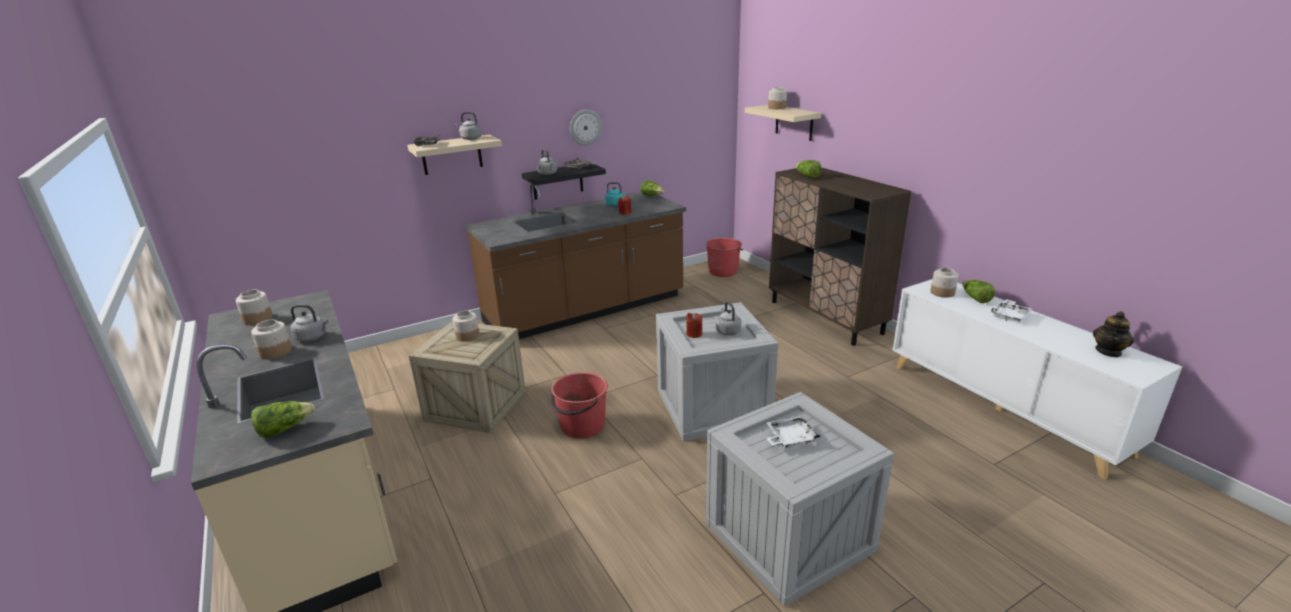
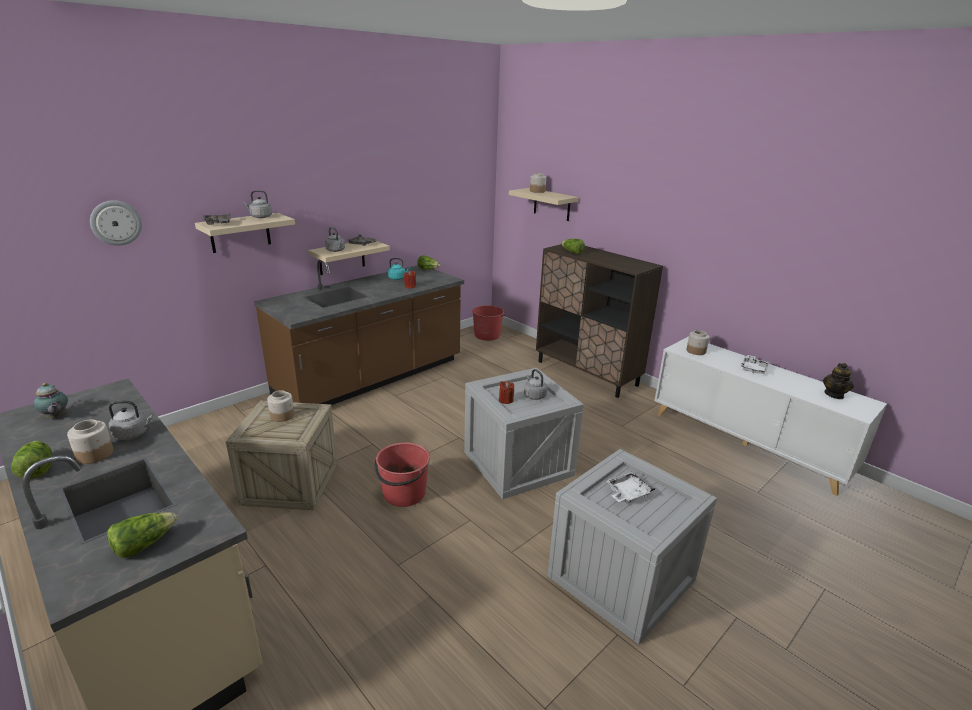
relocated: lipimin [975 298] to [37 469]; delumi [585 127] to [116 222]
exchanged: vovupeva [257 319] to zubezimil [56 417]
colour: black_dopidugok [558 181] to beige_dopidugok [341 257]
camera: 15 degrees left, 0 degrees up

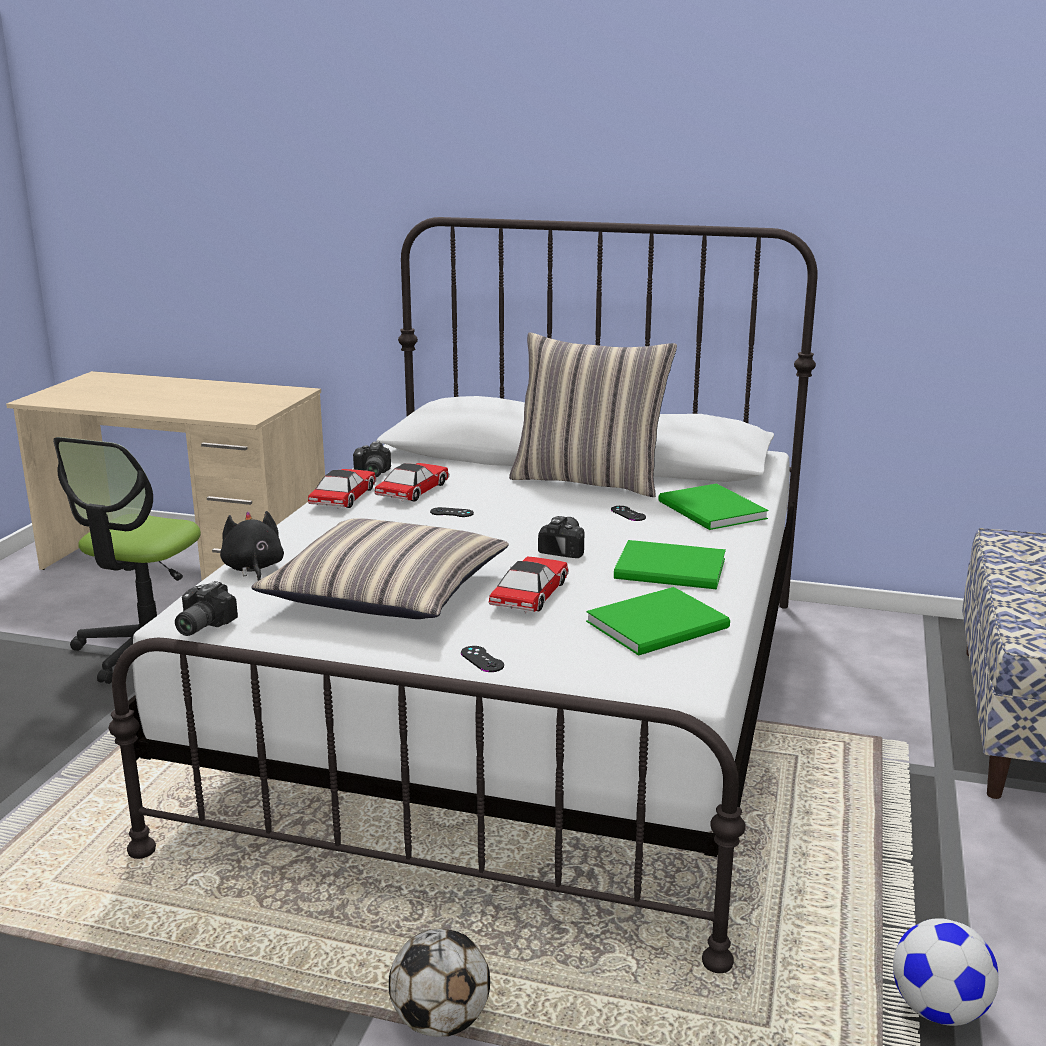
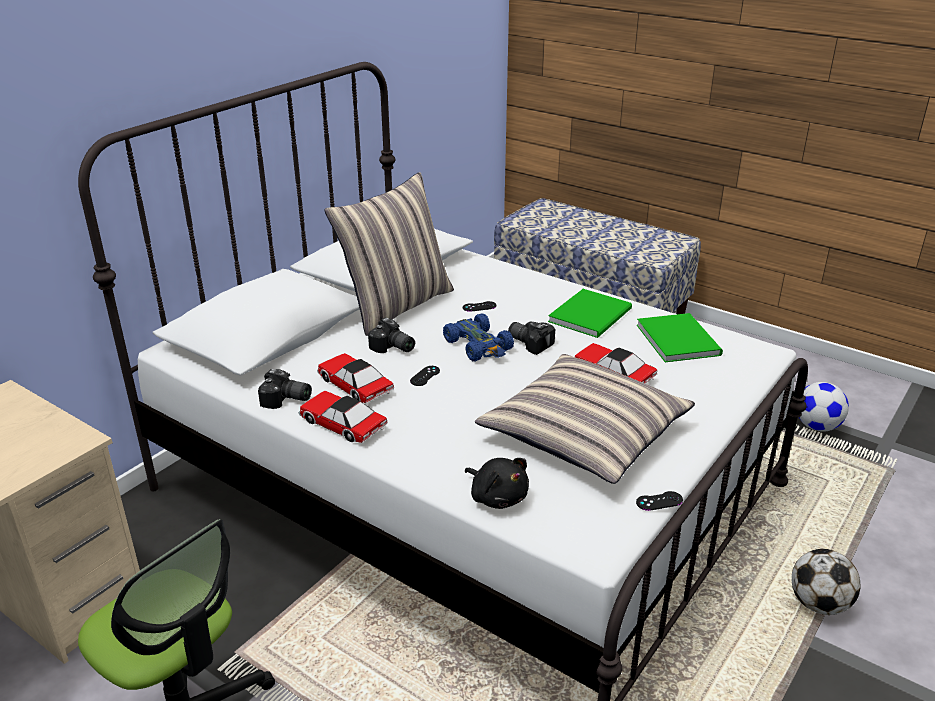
missing: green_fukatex [711 511]
appeared: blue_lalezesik [479 345]
relocated: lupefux [199 625] to [392 348]; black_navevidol [482 659] to [659 501]
spun: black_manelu [253 568] = [497 497] 135 degrees counterclockwise
camera: 70 degrees left, 10 degrees up

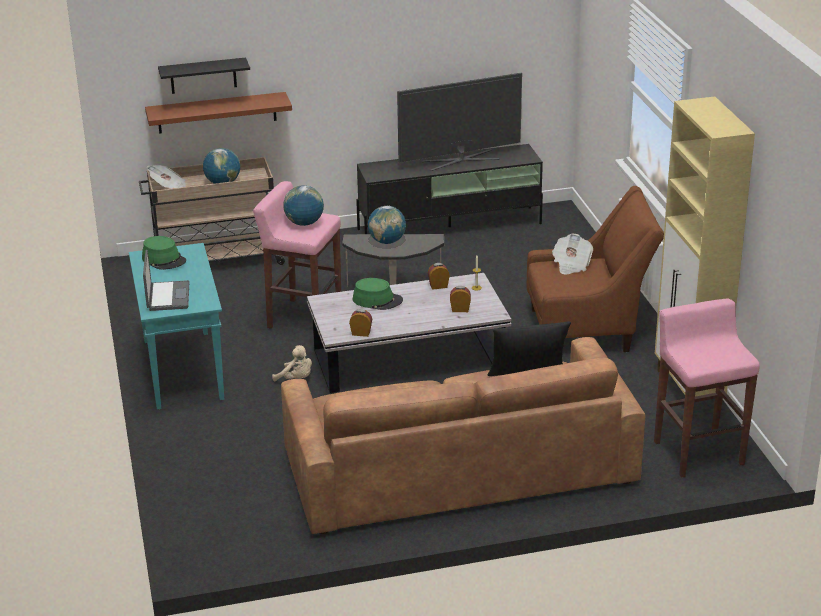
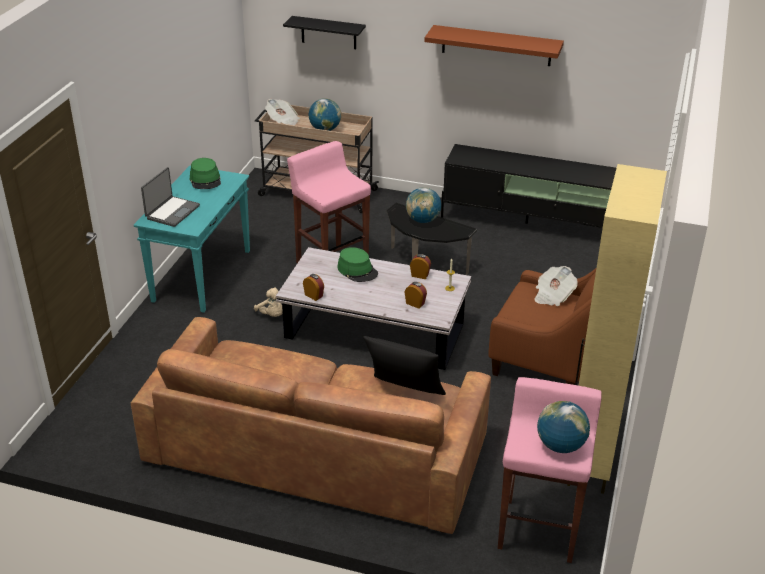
missing: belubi [460 160]
relocated: brown_dopidugok [217 112] to [496 45]; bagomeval [304 223] to [560 446]
camera: 30 degrees right, 5 degrees up

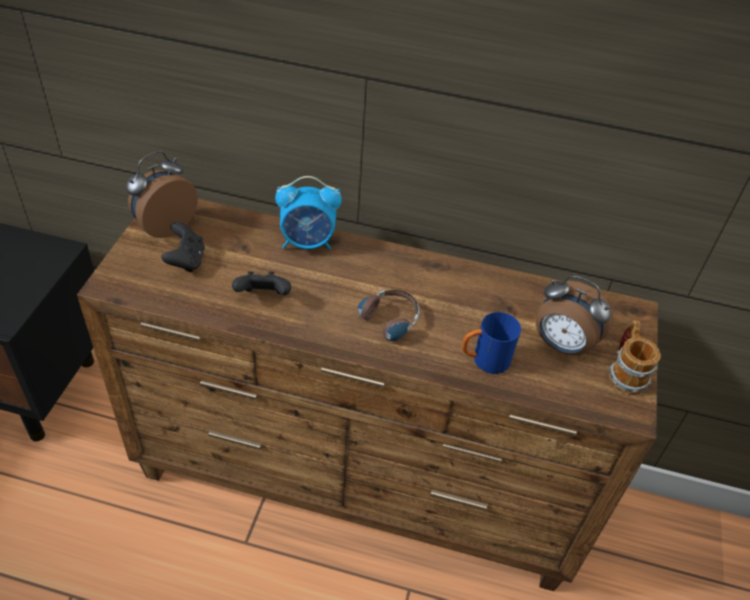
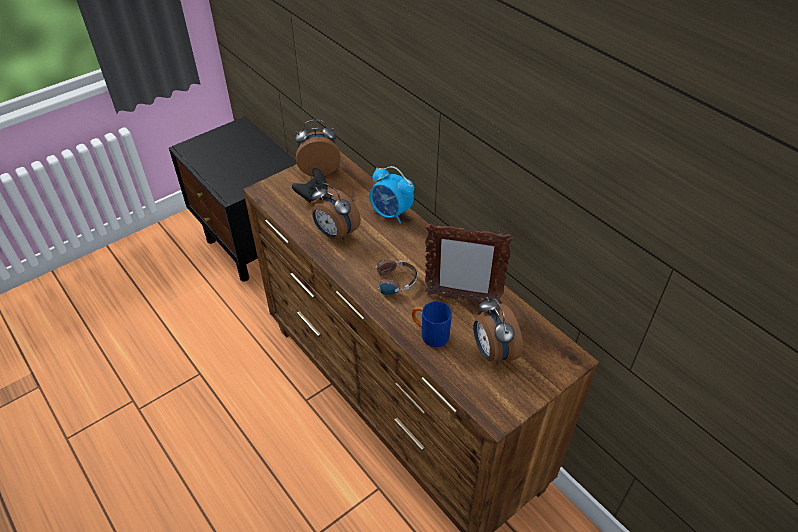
missing: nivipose [625 373]
appeared: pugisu [462 299]
exchanged: black_navevidol [263 297] to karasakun [335 234]
camera: 40 degrees right, 0 degrees up

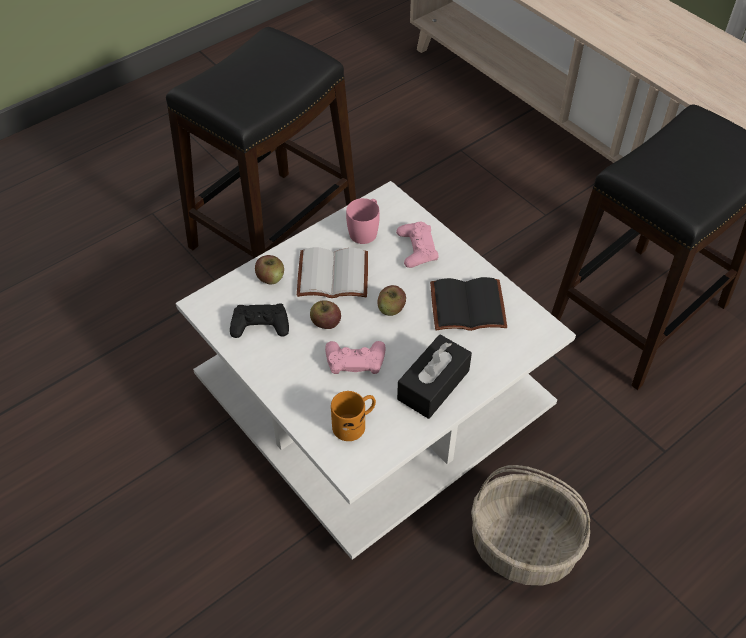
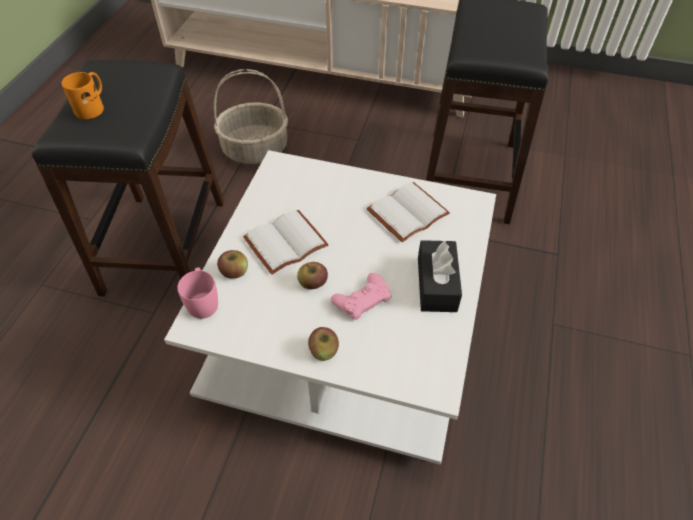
missing: black_navevidol [260 325]; pink_navevidol [417 248]
relocated: orange_nivipose [354 423] to [93 106]; pink_nivipose [365 230] to [203 301]; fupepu [524 545] to [256 149]; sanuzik [391 309] to [323 351]
colour: black_fukatex [468 304] to white_fukatex [407 211]
camera: 35 degrees left, 0 degrees up

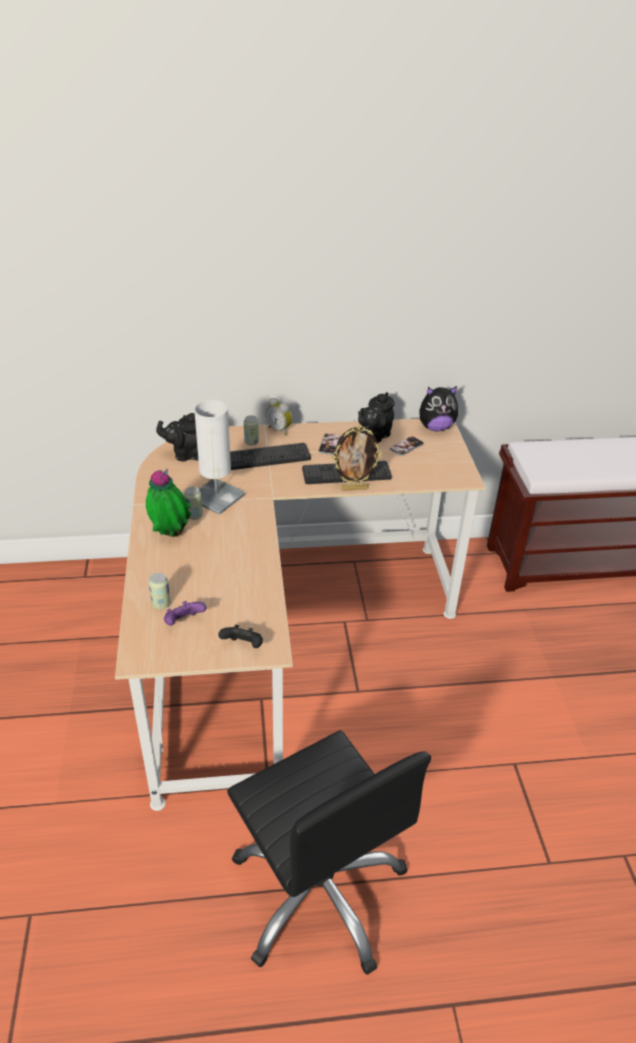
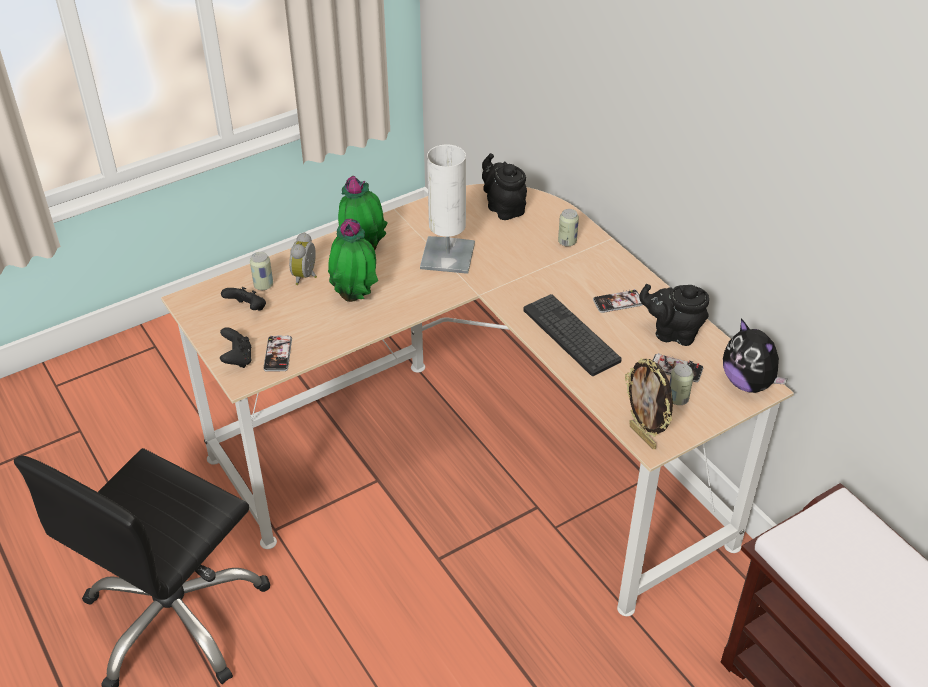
missing: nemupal [267 457]
appeared: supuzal [278 354]; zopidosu [355 296]
relocated: karasakun [280 430] to [307 276]; pugisu [354 488] to [643 436]; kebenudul [194 516] to [677 399]
colour: purple_navevidol [184 622] to black_navevidol [247 309]
camera: 65 degrees right, 5 degrees up

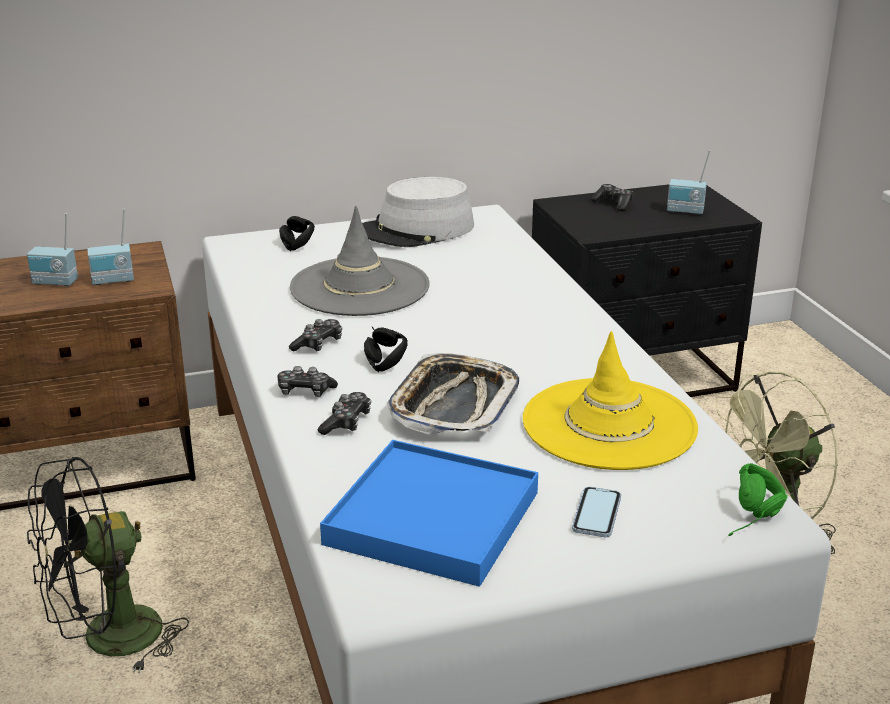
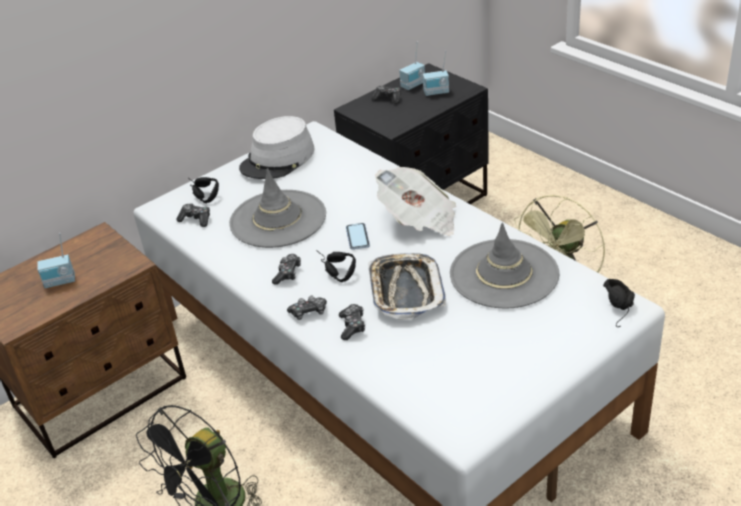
missing: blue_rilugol [432 518]
appeared: navevidol [196 219]; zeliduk [419 220]
relocated: supuzal [596 514] to [357 237]; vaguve [113 281] to [413 85]
colour: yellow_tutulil [609 424] to grey_tutulil [504 274]; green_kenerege [757 520] to black_kenerege [622 310]
camera: 20 degrees left, 10 degrees up

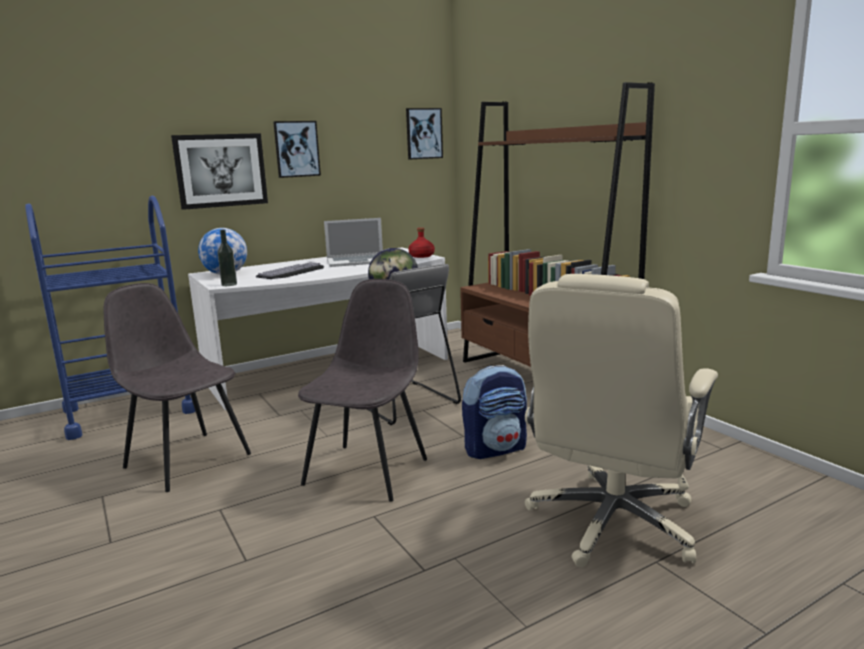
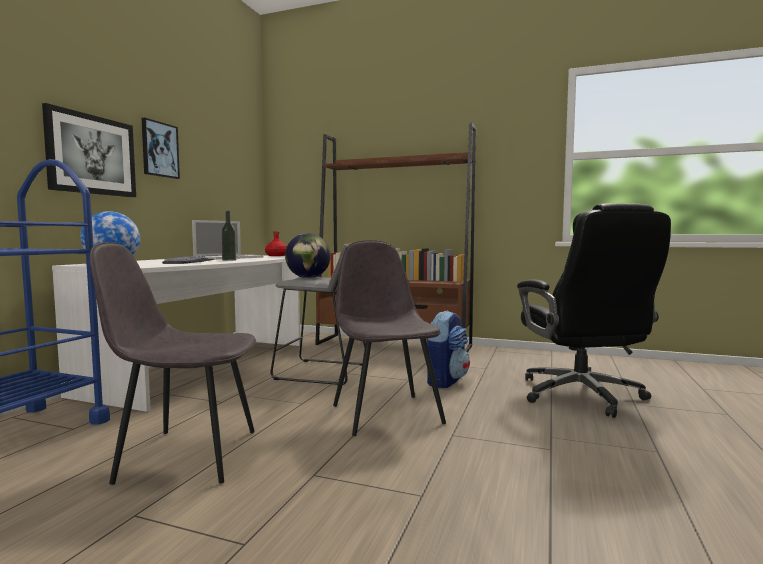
missing: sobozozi [423 133]
relocated: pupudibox [229 284] to [229 260]
colour: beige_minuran [612 523] to black_minuran [582 396]
camera: 40 degrees left, 10 degrees down

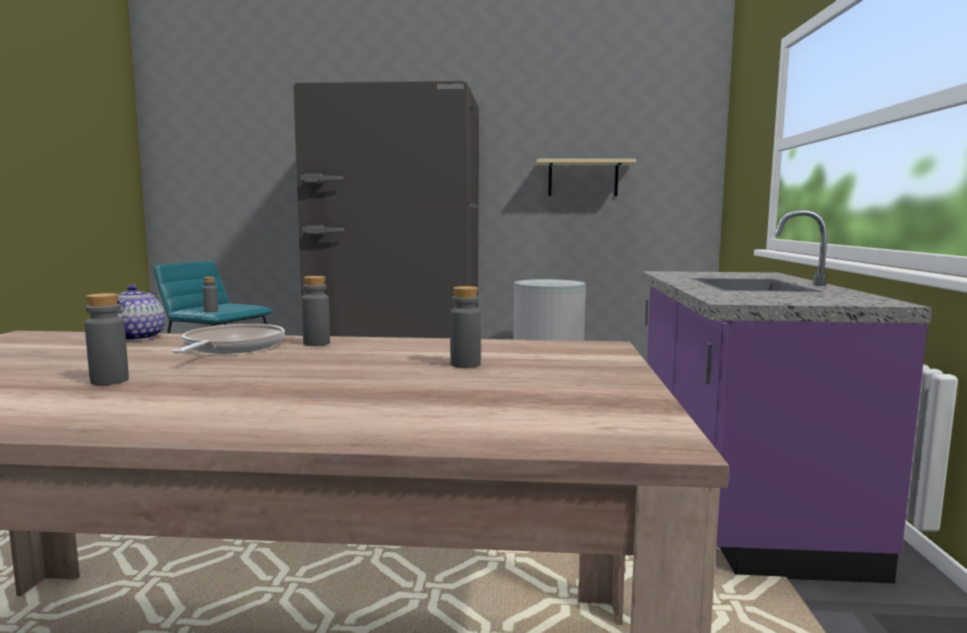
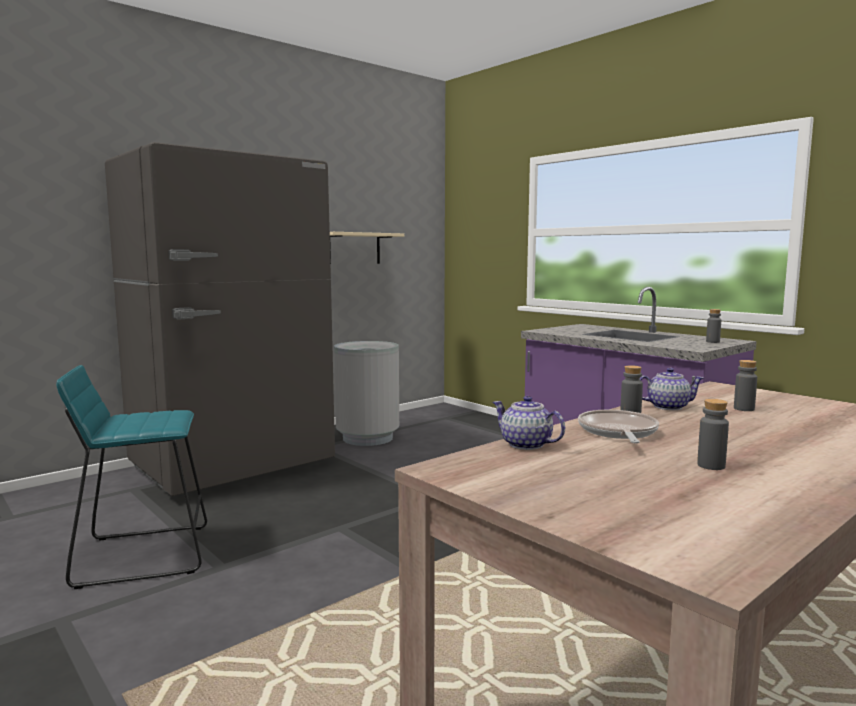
appeared: zubezimil [667 407]
relocated: grey_pupudibox [211 311] to [712 342]
spun: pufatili [231 348] = [618 432] 45 degrees clockwise
camera: 45 degrees left, 0 degrees up

